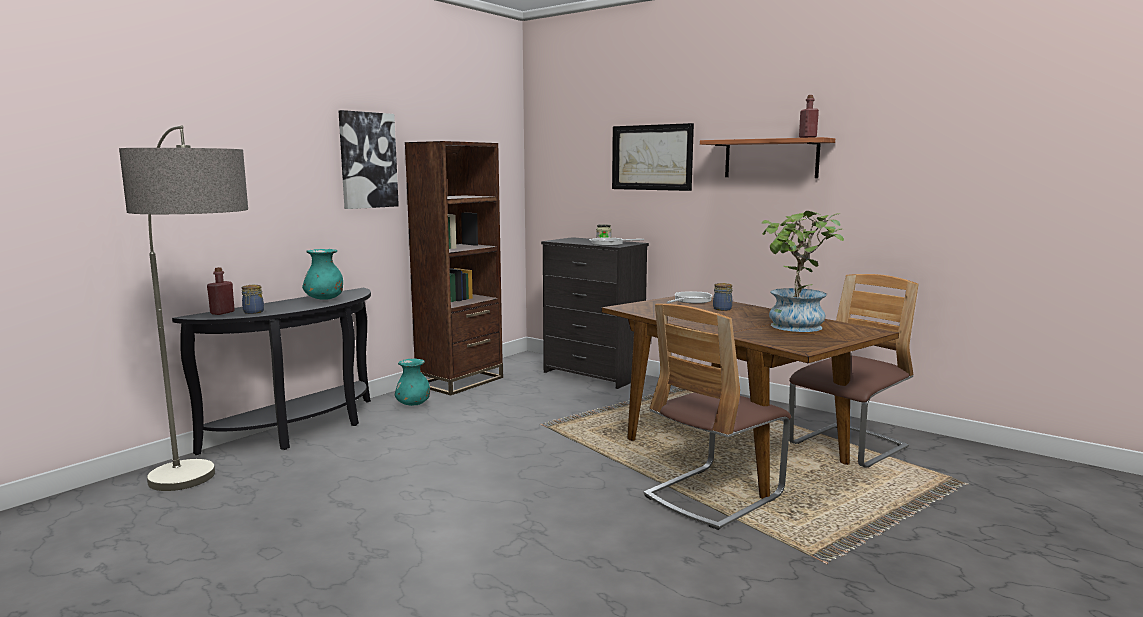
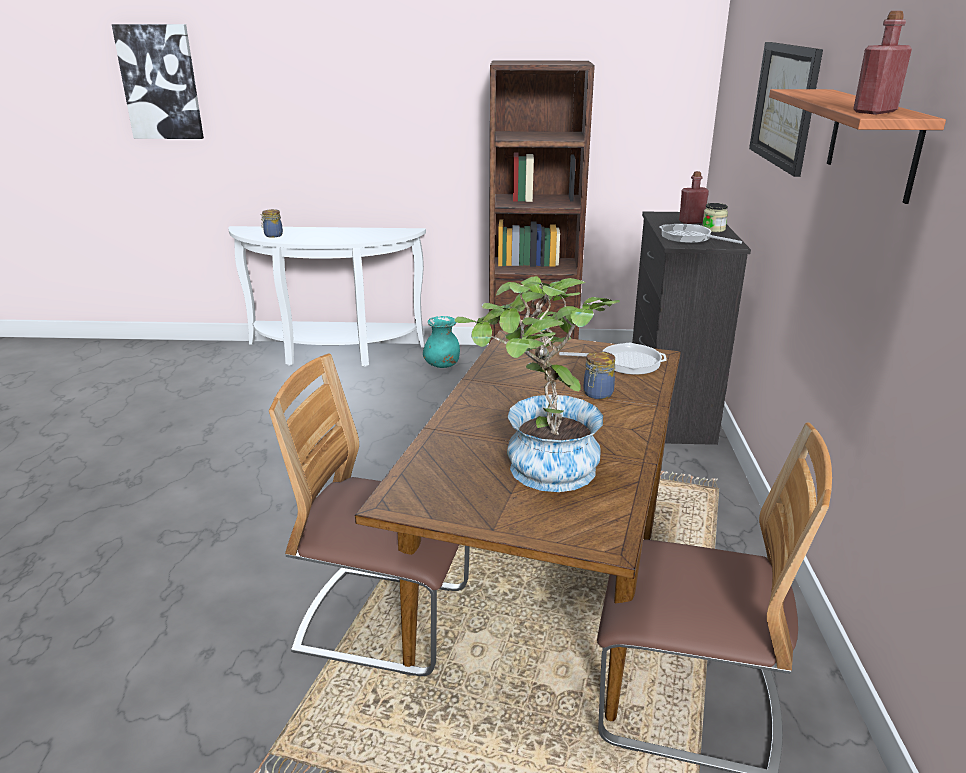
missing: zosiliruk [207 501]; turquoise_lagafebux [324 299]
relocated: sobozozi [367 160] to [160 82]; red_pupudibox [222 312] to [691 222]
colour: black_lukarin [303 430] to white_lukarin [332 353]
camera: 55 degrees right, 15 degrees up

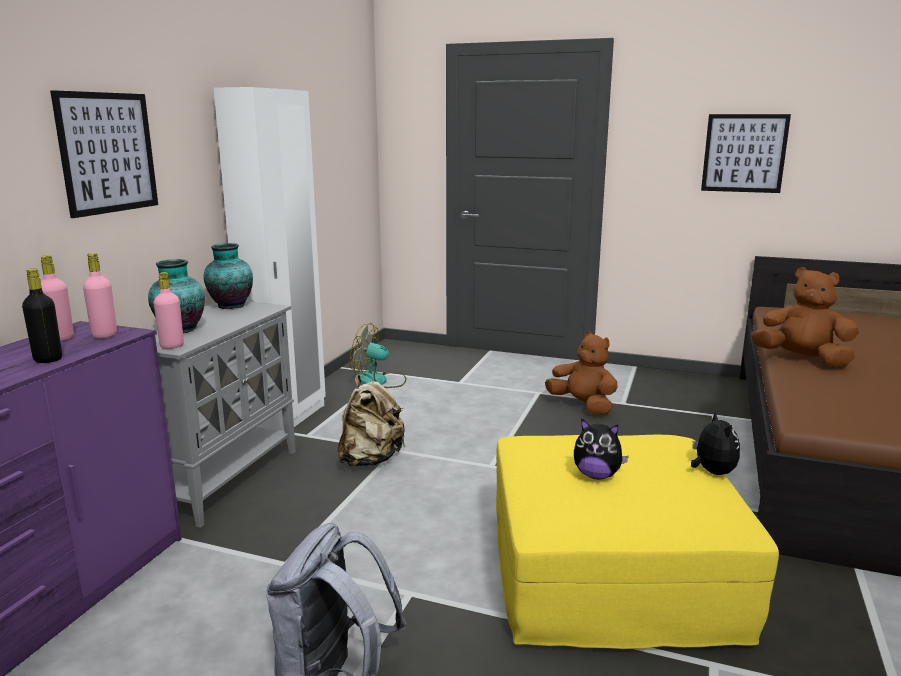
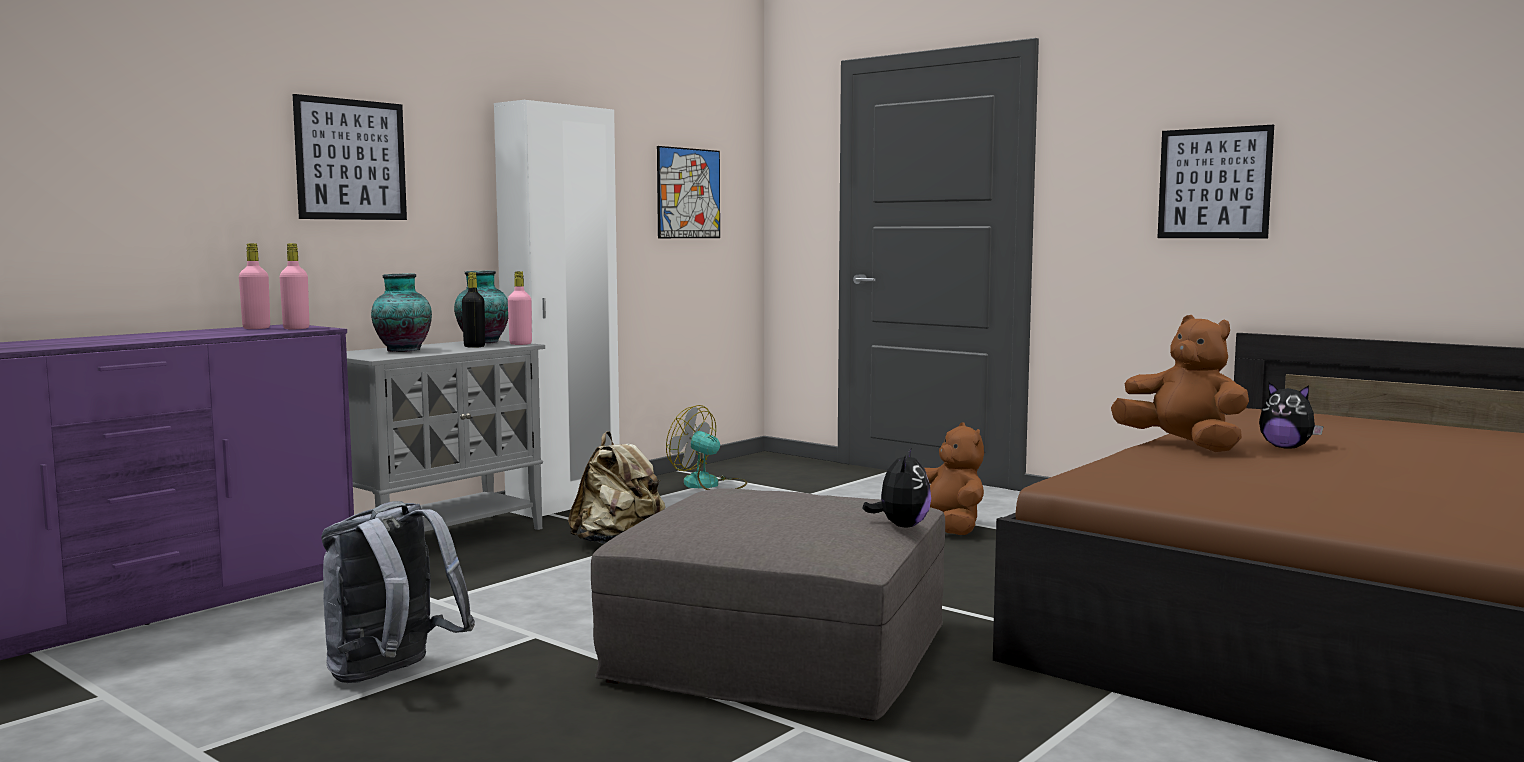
appeared: sobozozi [688 193]
relocated: black_pupudibox [48 359] to [474 346]; pink_pupudibox [172 346] to [520 344]; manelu [597 475] to [1286 448]
colour: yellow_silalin [609 573] to grey_silalin [777 652]
camera: 20 degrees right, 10 degrees down

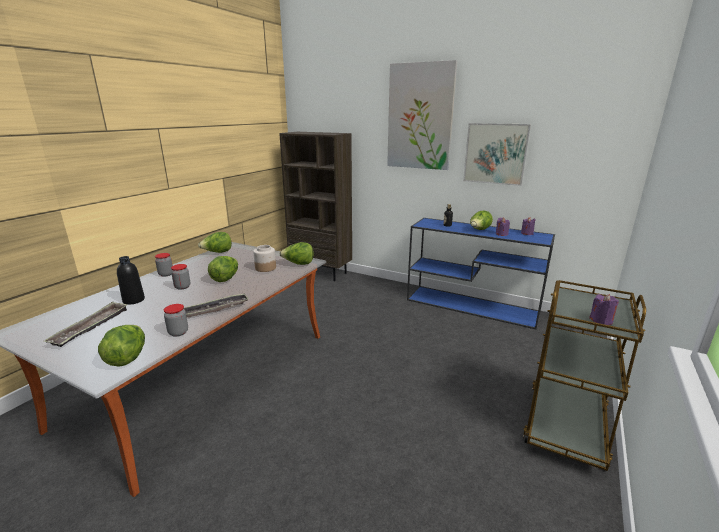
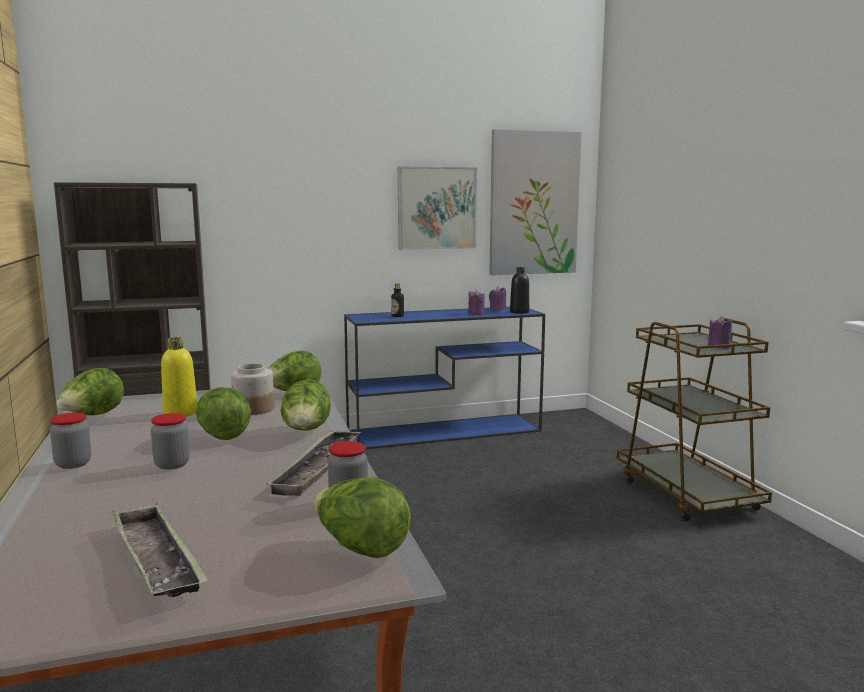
appeared: yellow_pupudibox [180 413]
relocated: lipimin [479 230] to [306 431]; sobozozi [420 117] to [534 203]; black_pupudibox [134 300] to [519 312]
camera: 45 degrees left, 10 degrees down

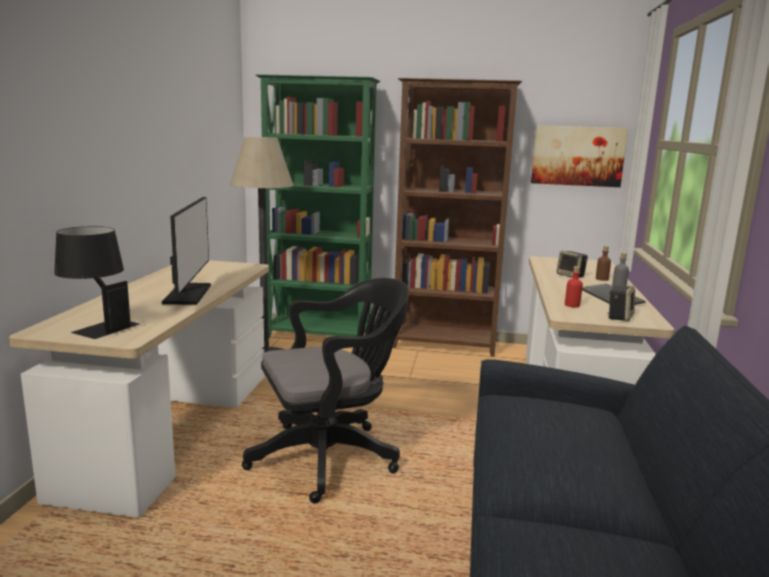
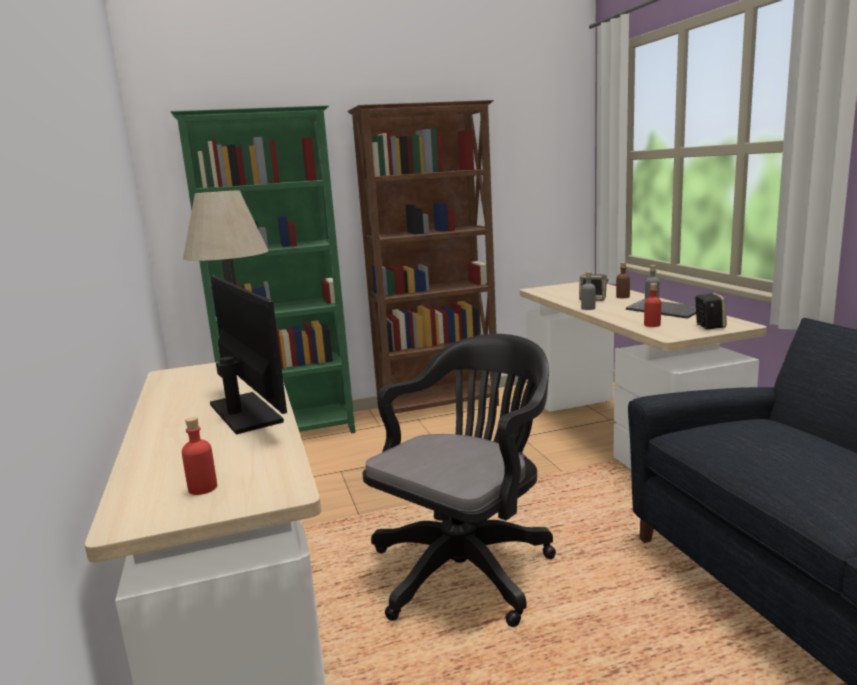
missing: sobozozi [577 156]
appeared: grey_pupudibox [588 308]
exchanged: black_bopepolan [97 326] to red_pupudibox [203 488]
camera: 25 degrees left, 0 degrees up

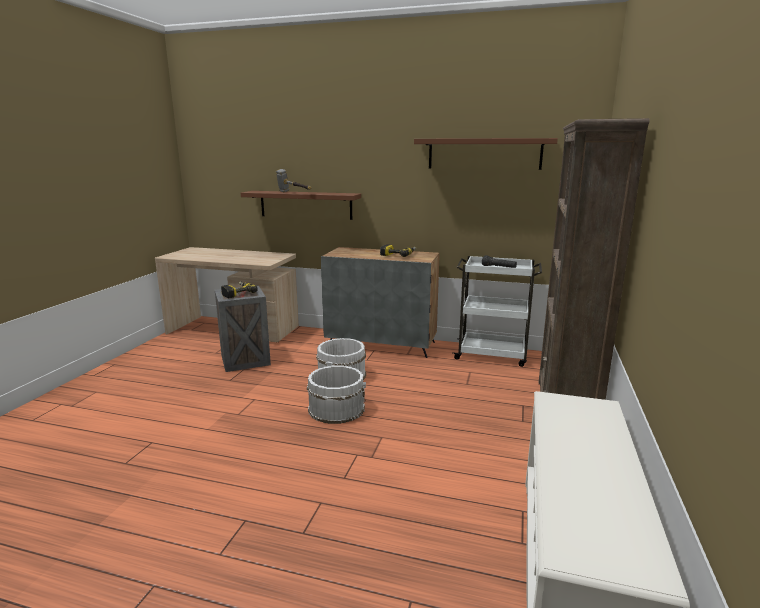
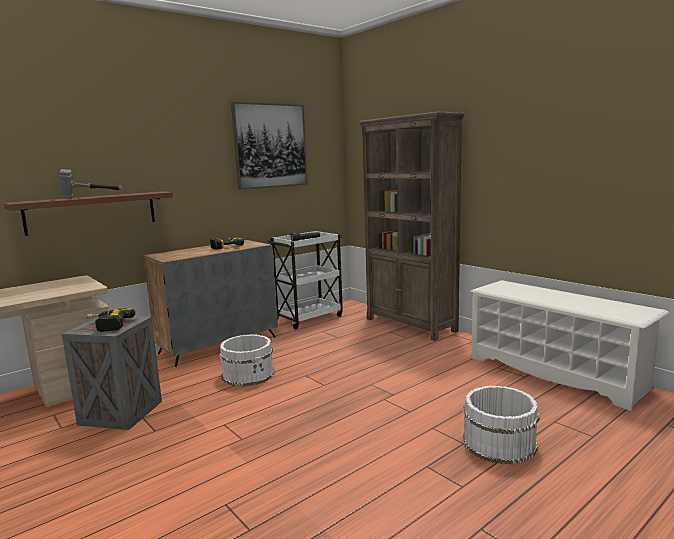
relocated: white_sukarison [336 408] to [498 442]
exchanged: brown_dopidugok [484 154] to sobozozi [270 146]
camera: 55 degrees left, 5 degrees down

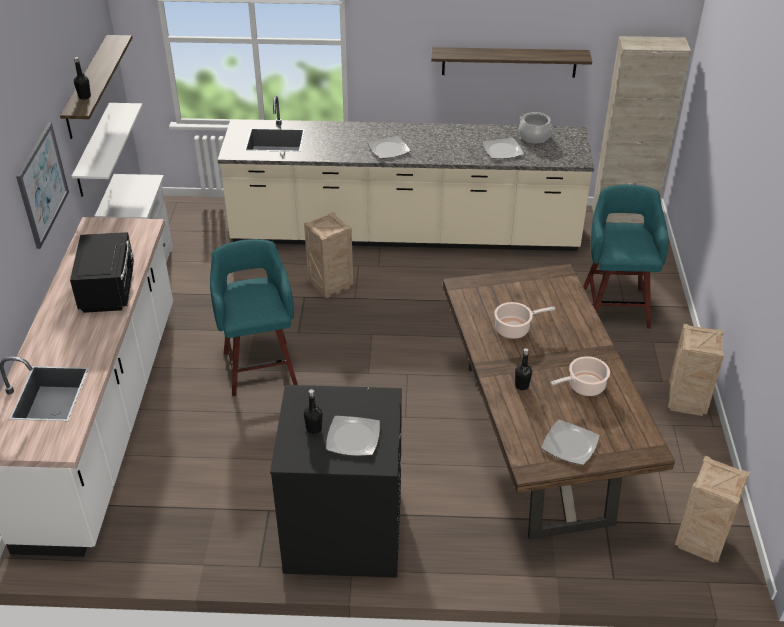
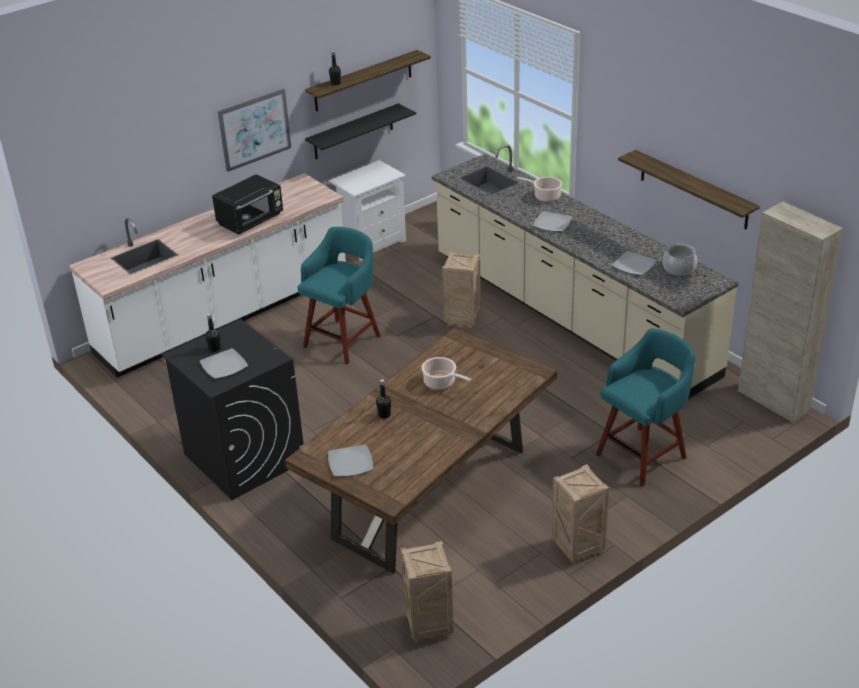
relocated: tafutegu [584 386] to [545 196]
colour: white_dopidugok [94 151] to black_dopidugok [353 132]
camera: 50 degrees right, 5 degrees down

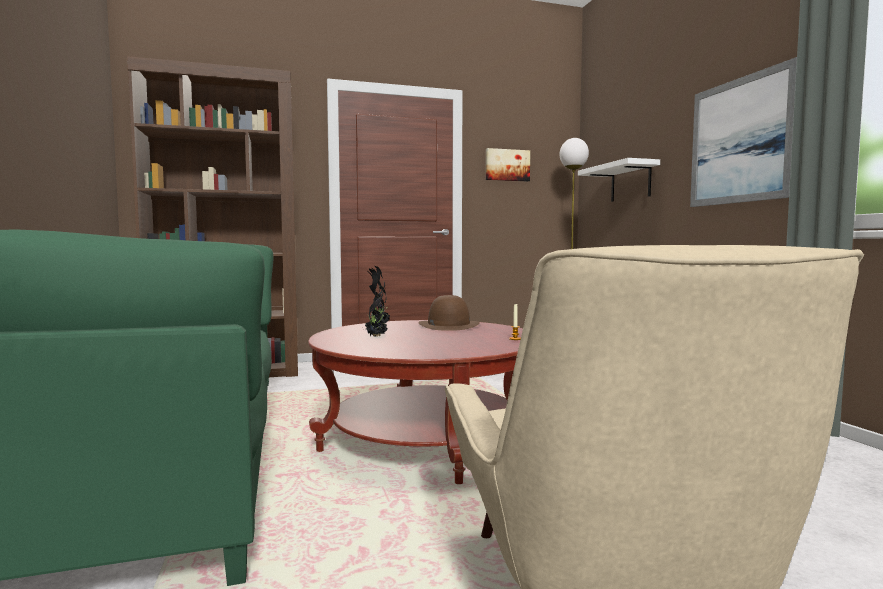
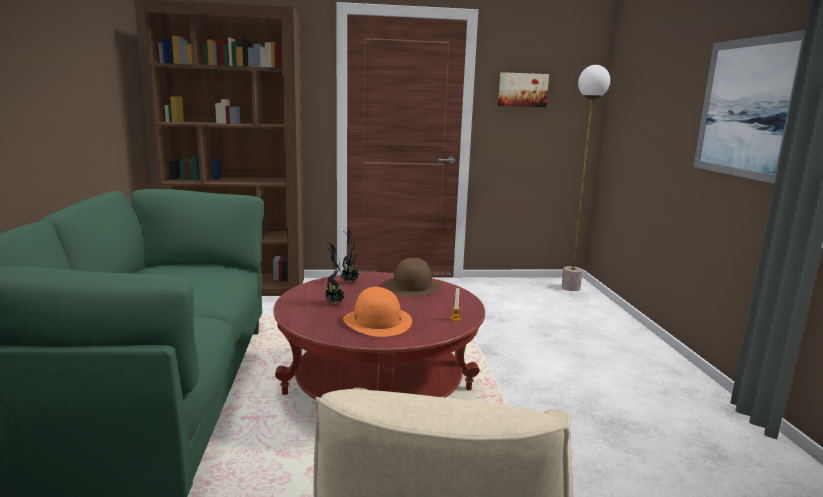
missing: white_dopidugok [630 182]
appeared: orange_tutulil [377 322]
camera: 10 degrees right, 10 degrees up

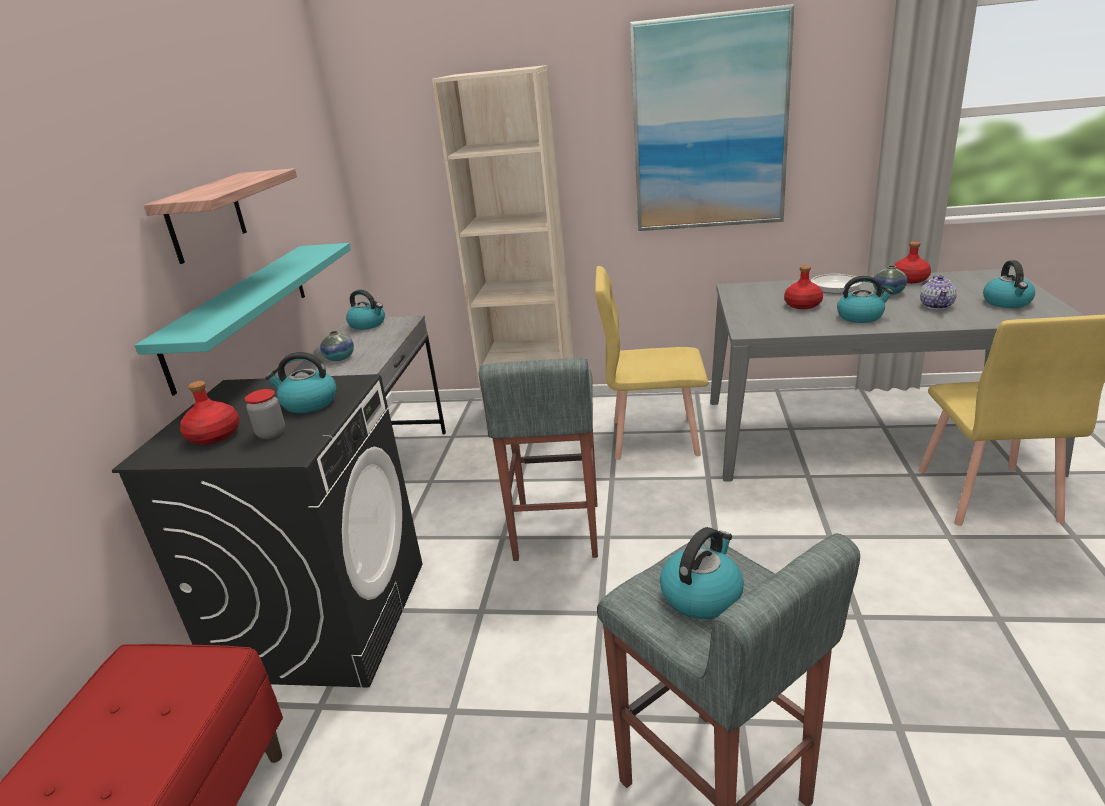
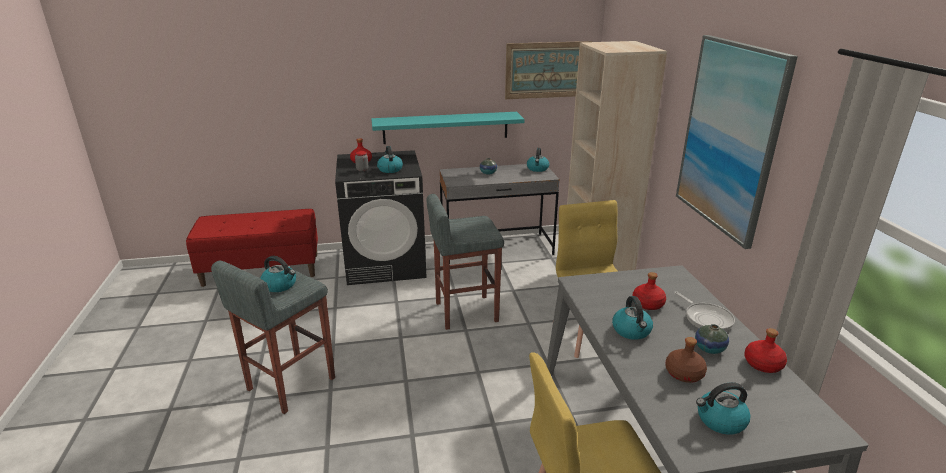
missing: dopidugok [205 217]
appeared: sobozozi [548 70]
exchanged: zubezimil [936 305] to brown_pupudibox [684 373]
camera: 70 degrees right, 0 degrees up

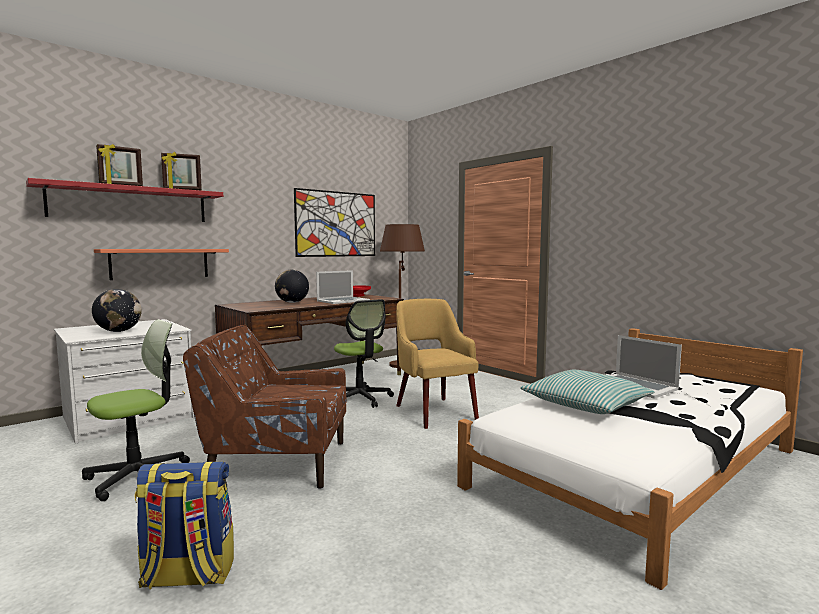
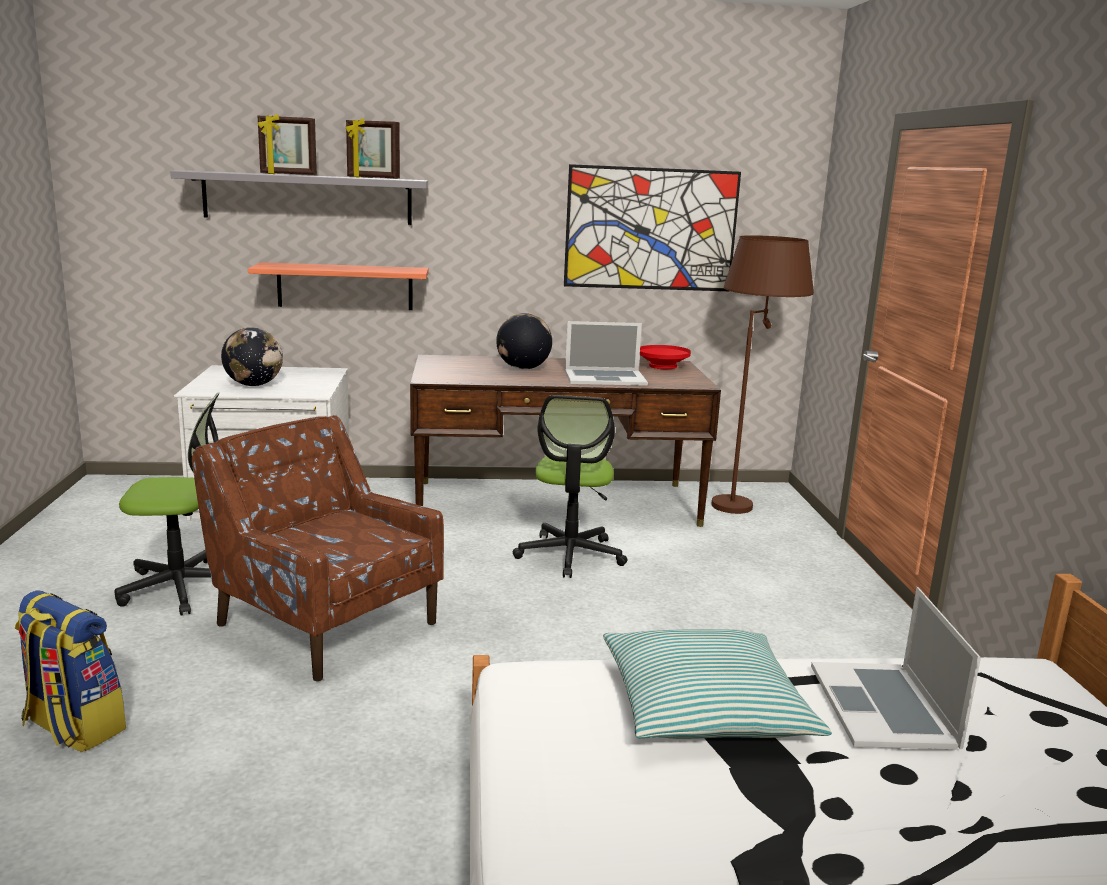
missing: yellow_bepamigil [434 411]
colour: red_dopidugok [130 204] to grey_dopidugok [308 198]
camera: 35 degrees right, 10 degrees up

